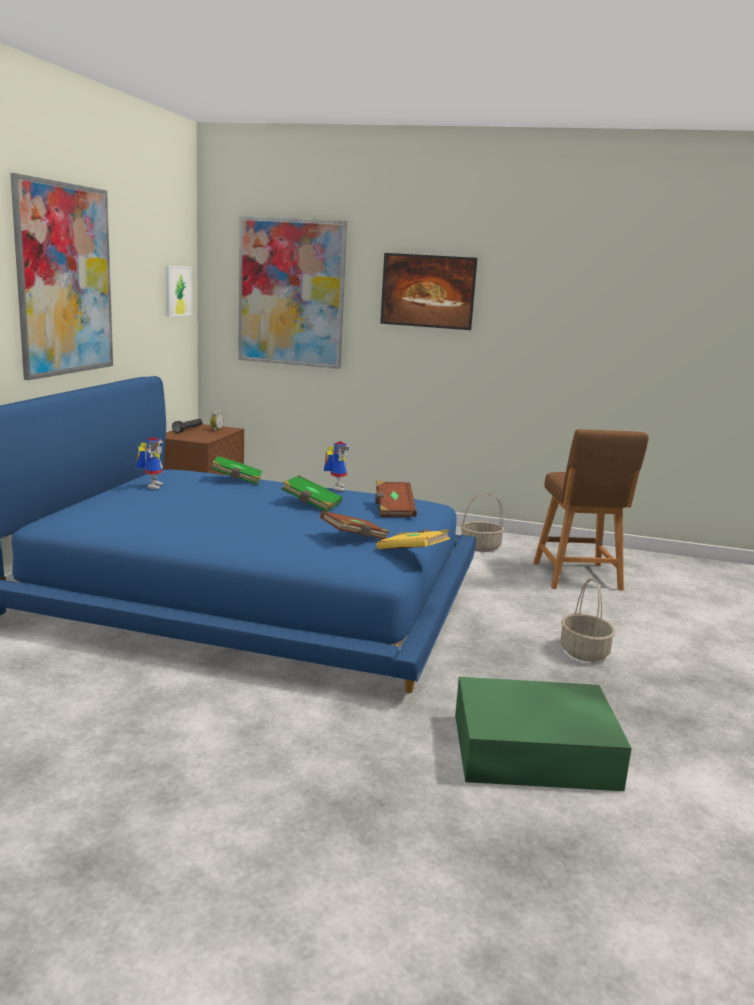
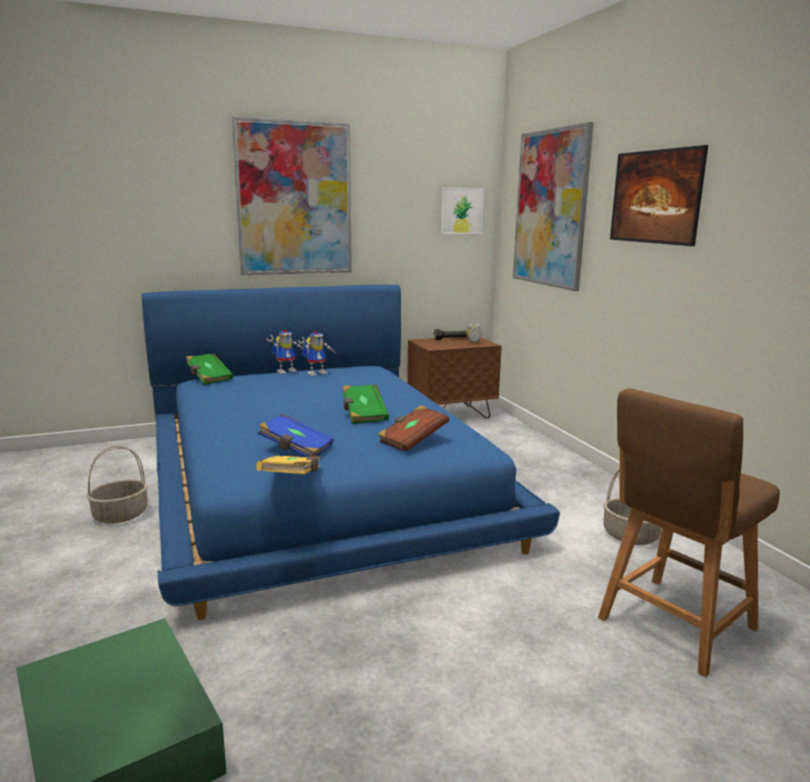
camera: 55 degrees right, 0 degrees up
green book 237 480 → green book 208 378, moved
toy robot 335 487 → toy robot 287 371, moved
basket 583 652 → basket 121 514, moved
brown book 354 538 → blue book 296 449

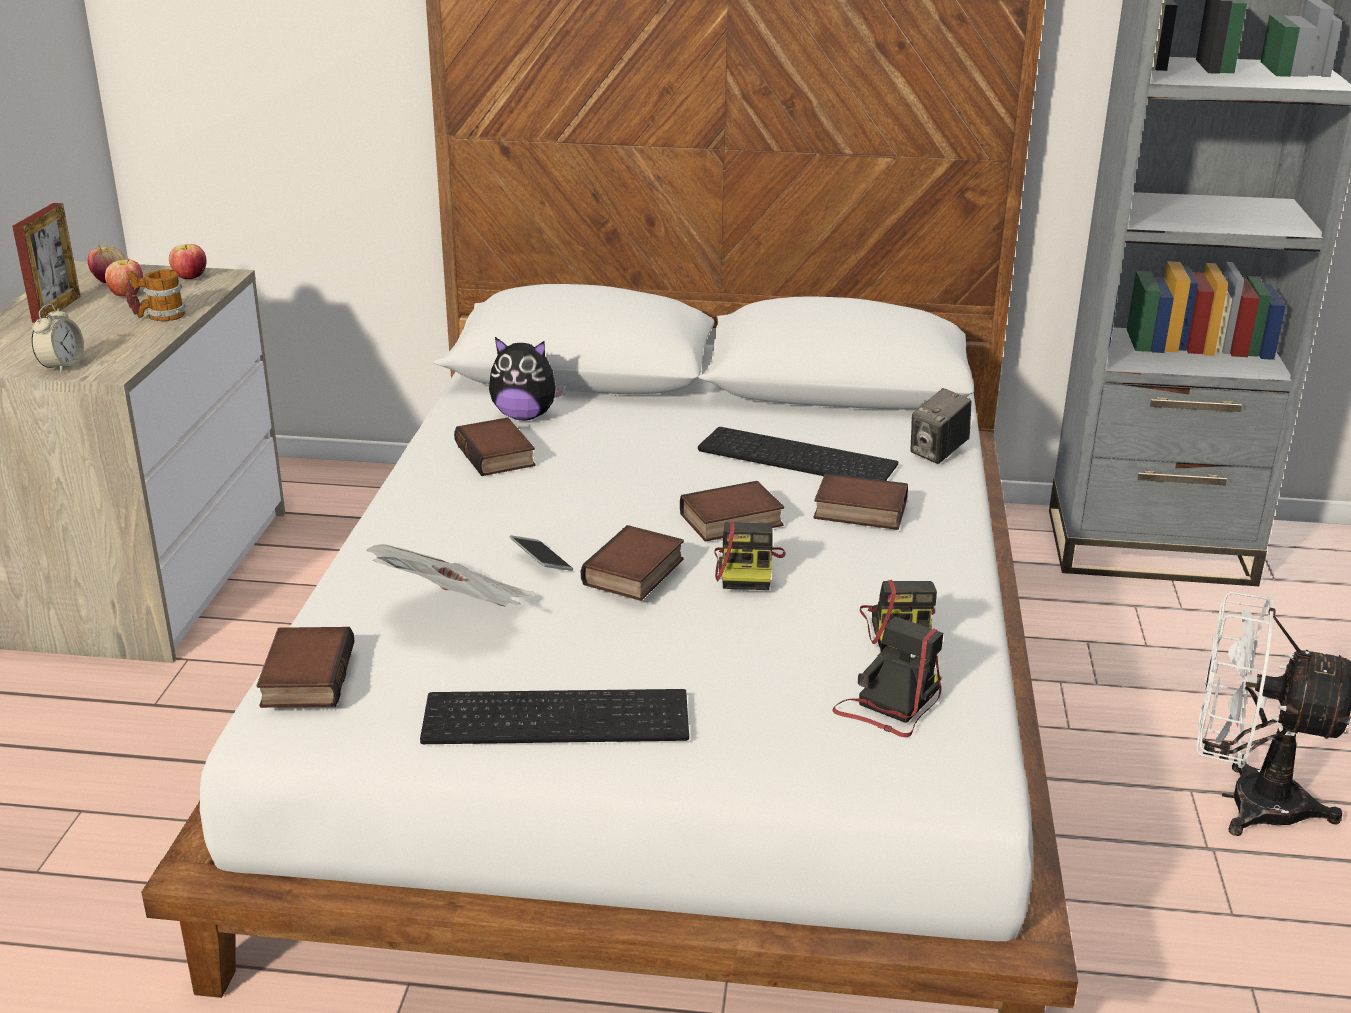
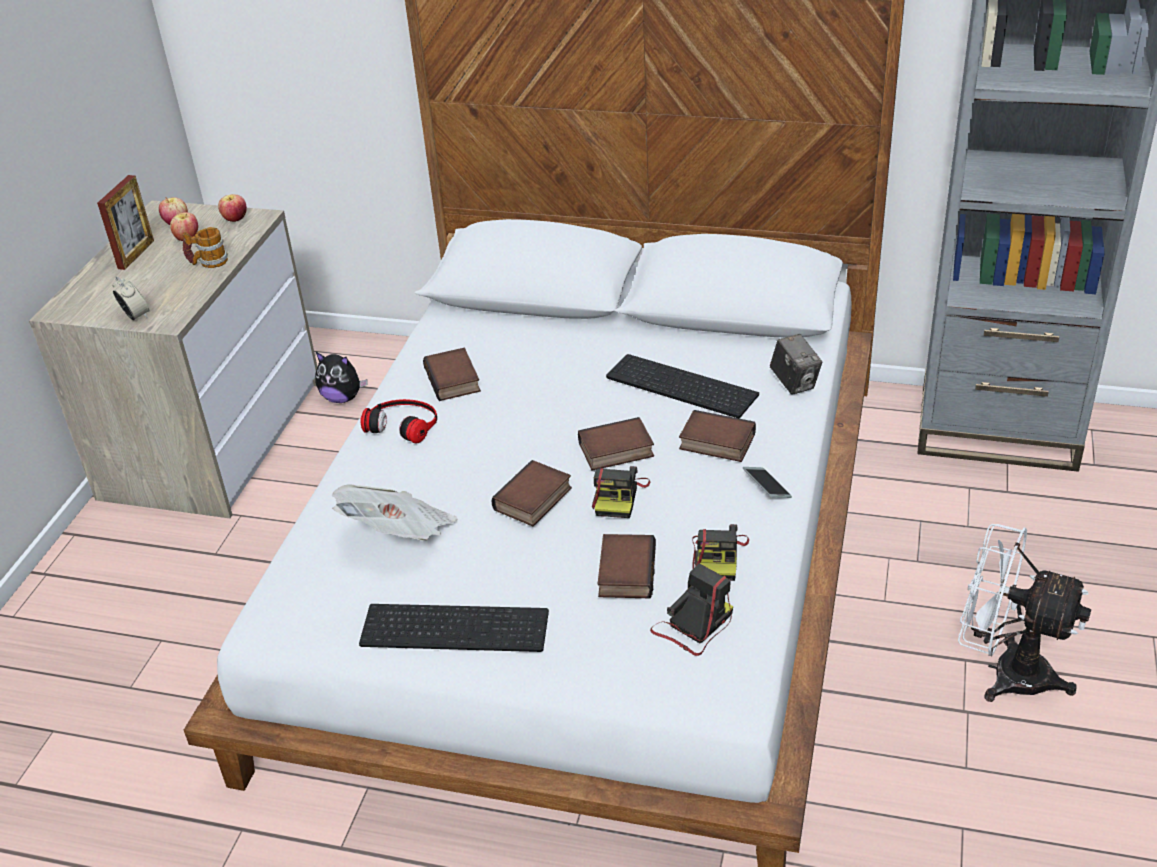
camera: 10 degrees right, 10 degrees up
- → headphones 403 423
book 305 676 → book 624 571, moved
plush toy 525 416 → plush toy 342 398, moved
phone 541 560 → phone 766 487, moved
alarm clock 62 367 → alarm clock 136 316, 60 degrees counterclockwise
photo camera 938 453 → photo camera 794 383, 75 degrees counterclockwise

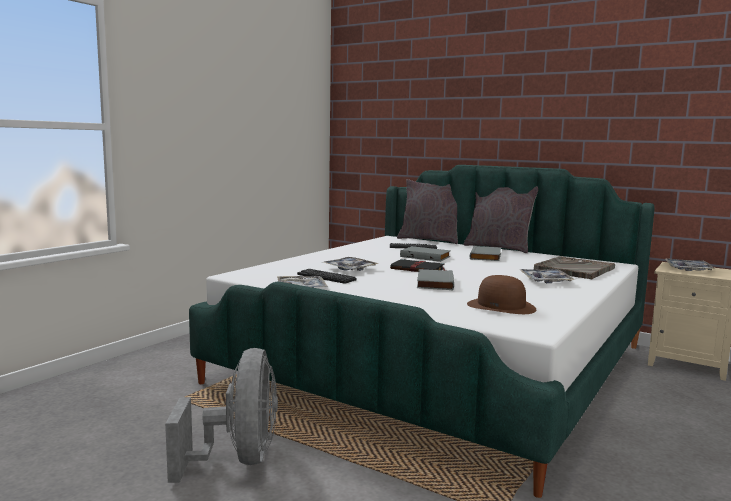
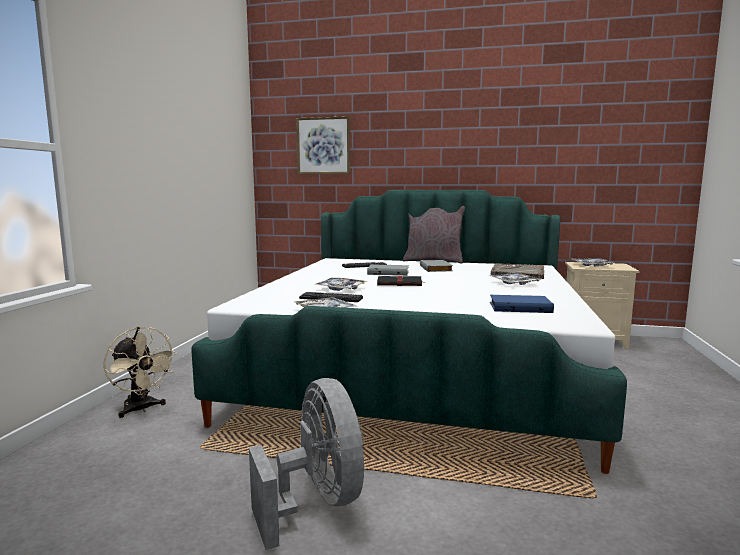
camera: 20 degrees left, 0 degrees up
grey pillow 430 240 → -
grey book 433 283 → -
- → beige fan 141 409
- → picture 323 146
brown hat 501 306 → blue book 520 307

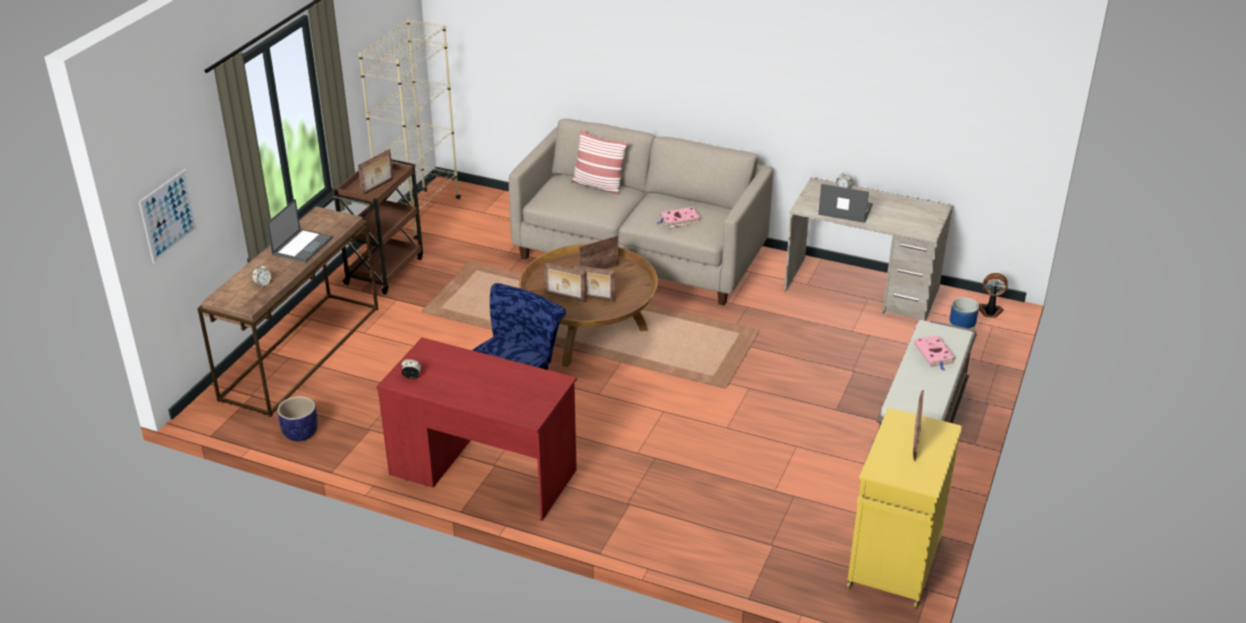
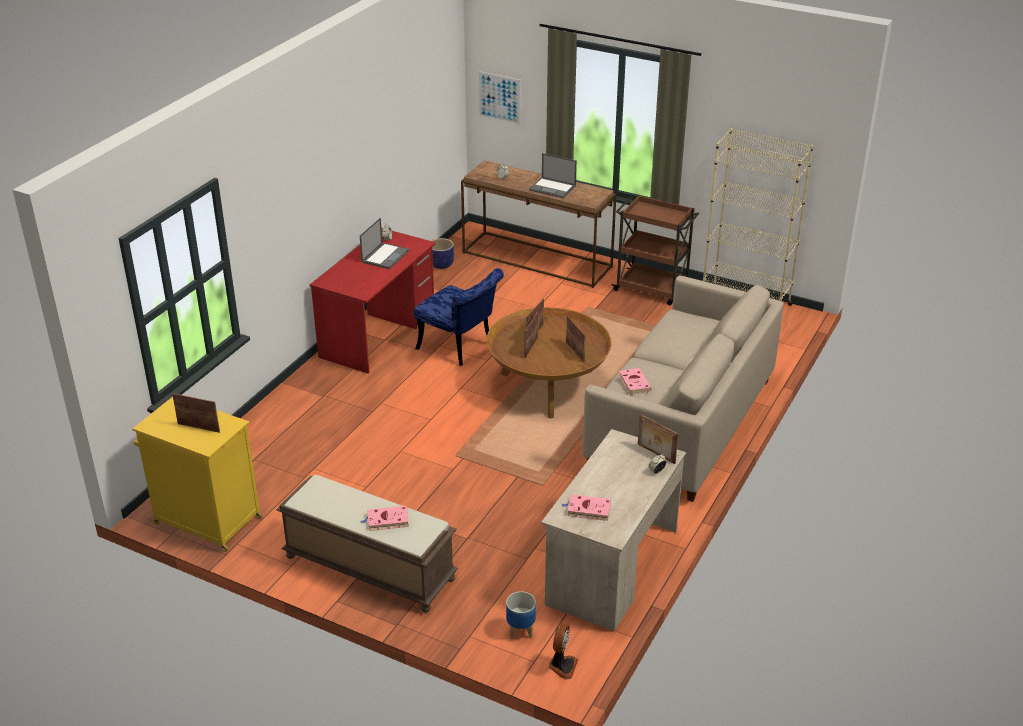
camera: 95 degrees right, 0 degrees up
pillow 598 185 → -
- → pink book 587 510
picture frame 378 187 → picture frame 655 454, moved
laptop 844 210 → laptop 385 256, moved

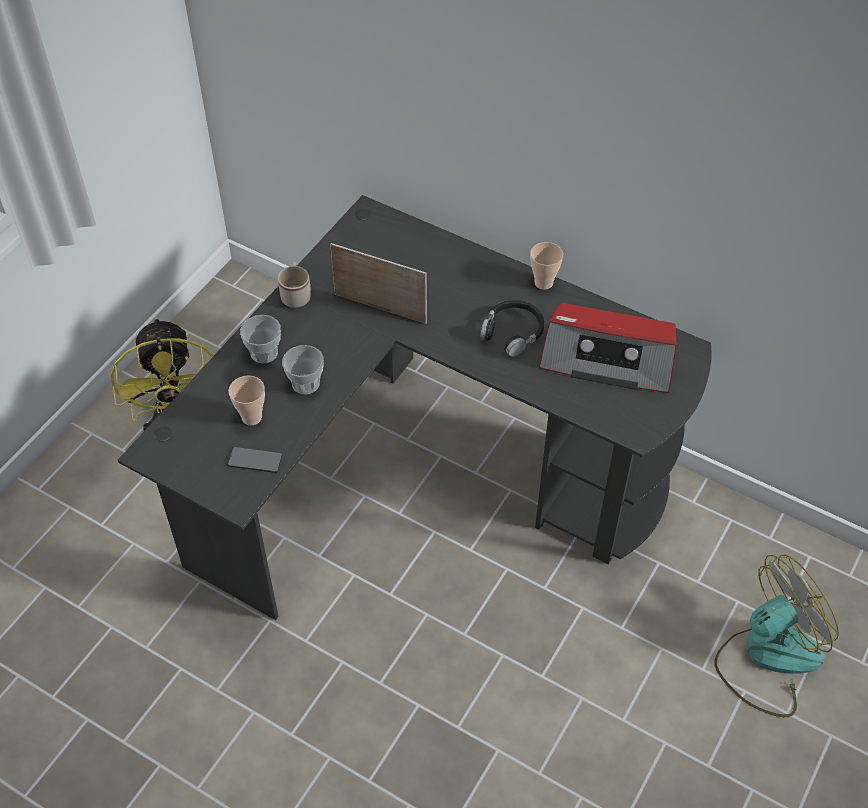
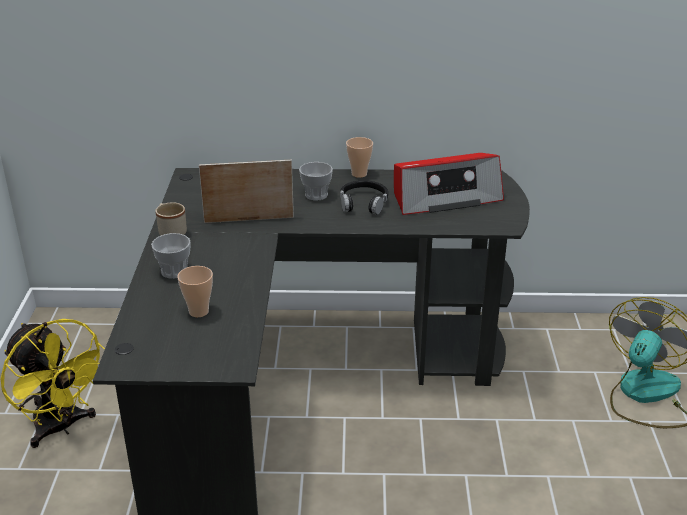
camera: 30 degrees left, 20 degrees down
phone 255 460 → -
cup 305 383 → cup 316 195, moved

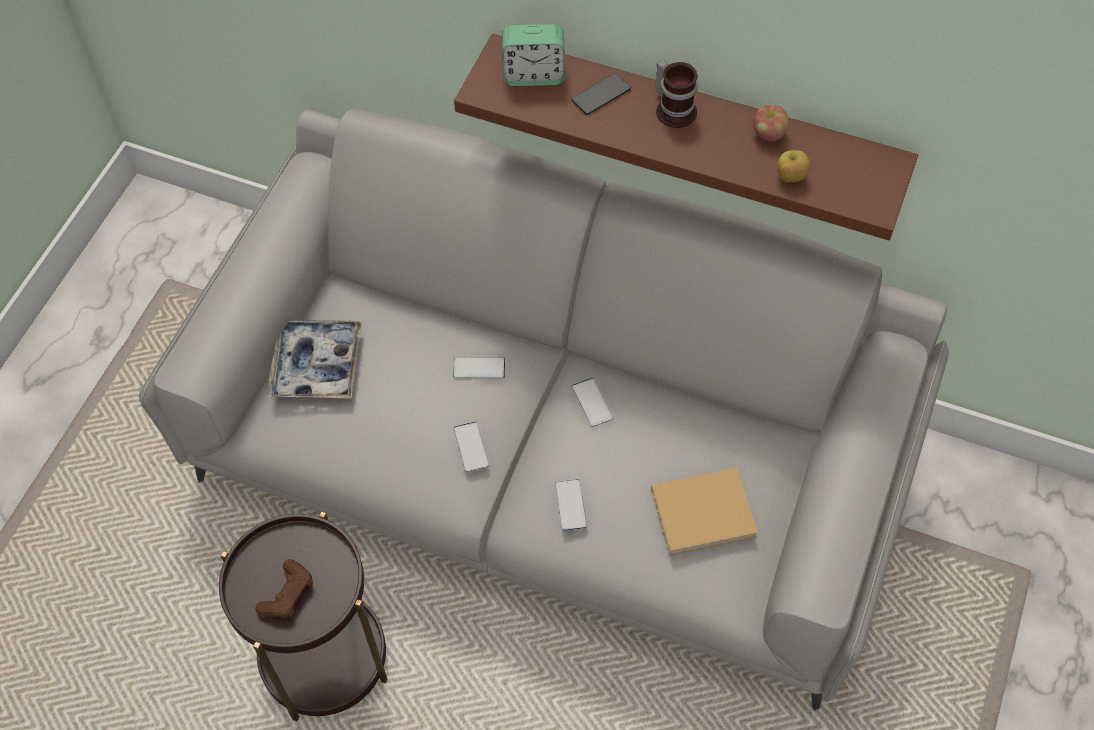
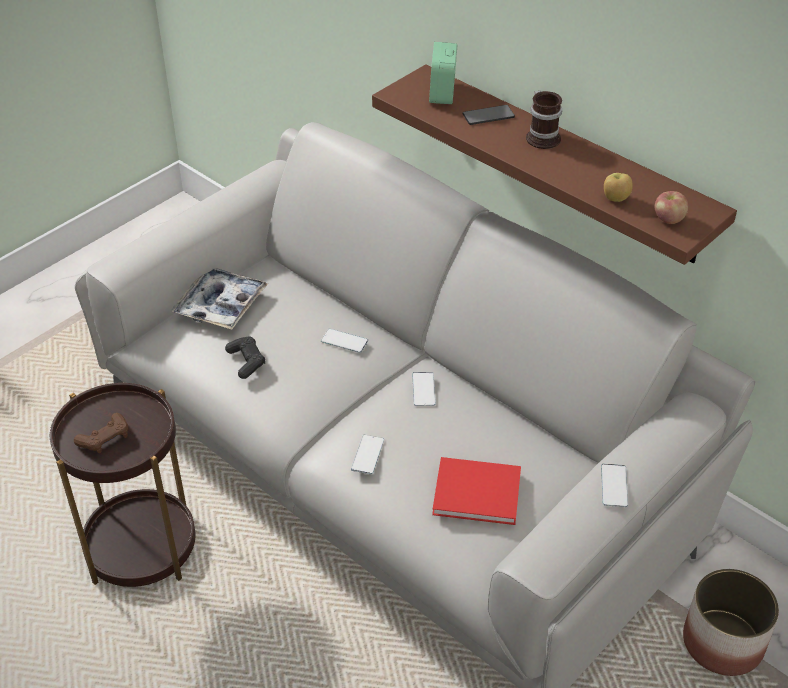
camera: 20 degrees right, 15 degrees down
- → black game controller 246 361
- → planter 723 643
phone 471 447 → phone 614 485, moved
apple 769 134 → apple 668 219, moved
beige book 706 512 → red book 480 493
alarm clock 534 75 → alarm clock 442 93, 75 degrees clockwise

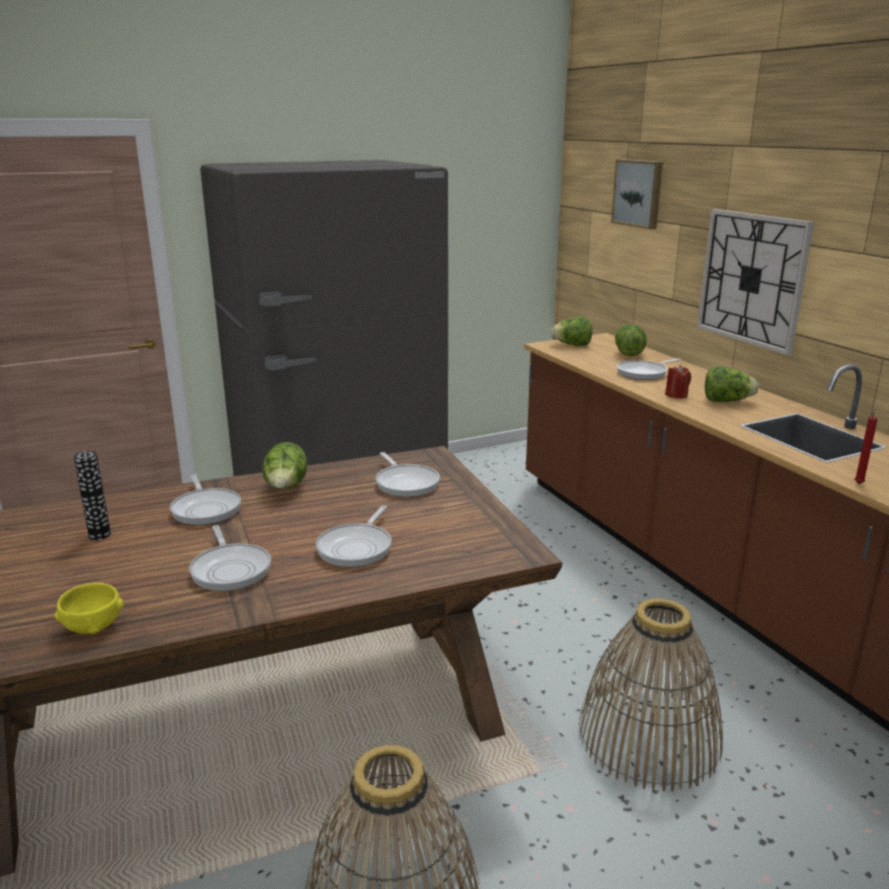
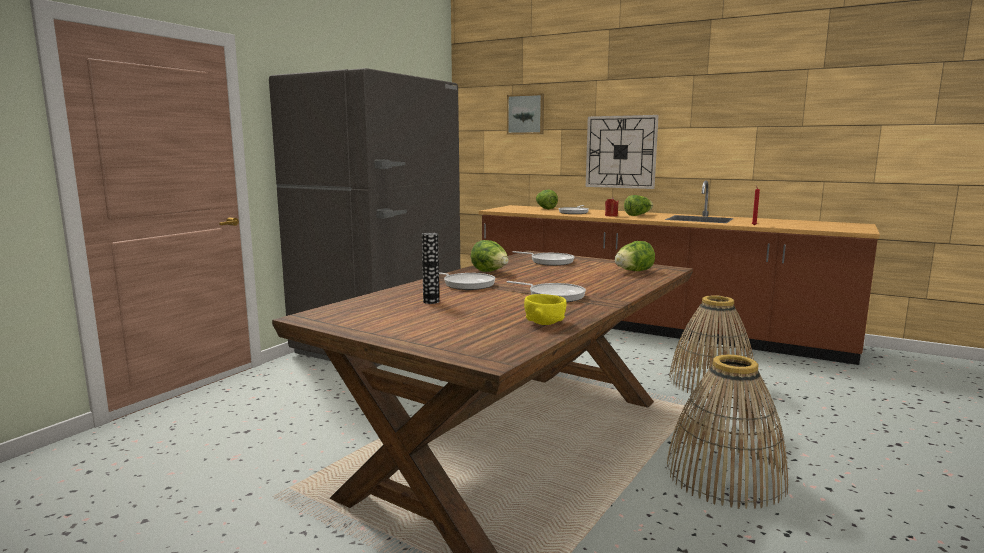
camera: 35 degrees left, 10 degrees down
frying pan 357 547 → -
lettuce 572 345 → lettuce 633 271, moved

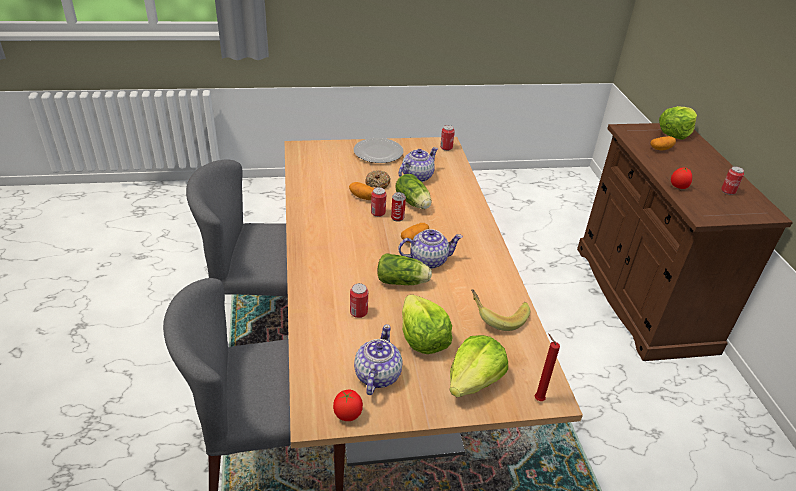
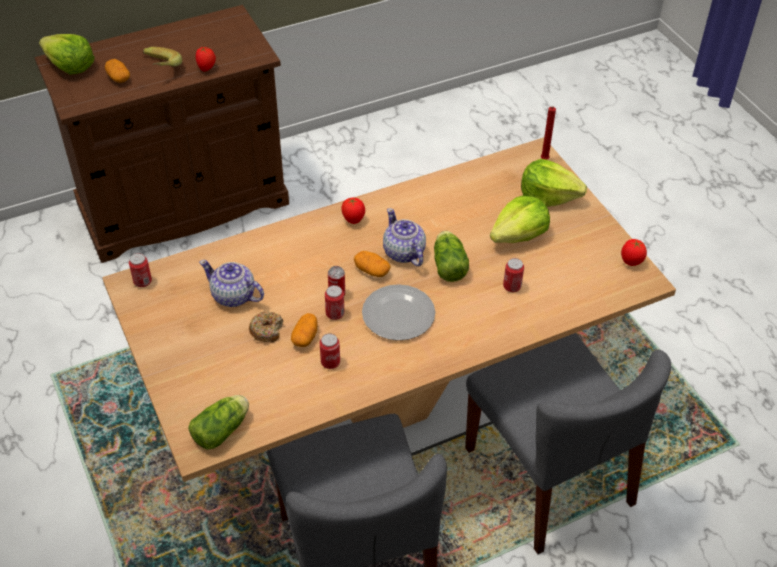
camera: 105 degrees left, 10 degrees up
teapot 377 376 → -
- → tomato 353 220
plate 378 153 → plate 399 315, moved
lettuce 414 203 → lettuce 223 429, moved
banana 497 316 → banana 159 69, moved
can 728 191 → can 330 362, moved

